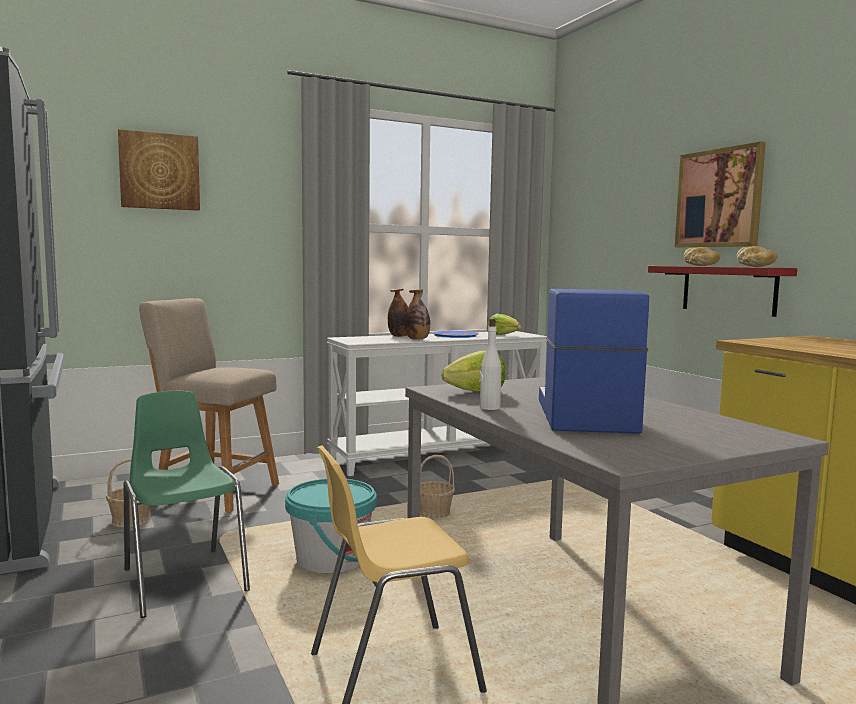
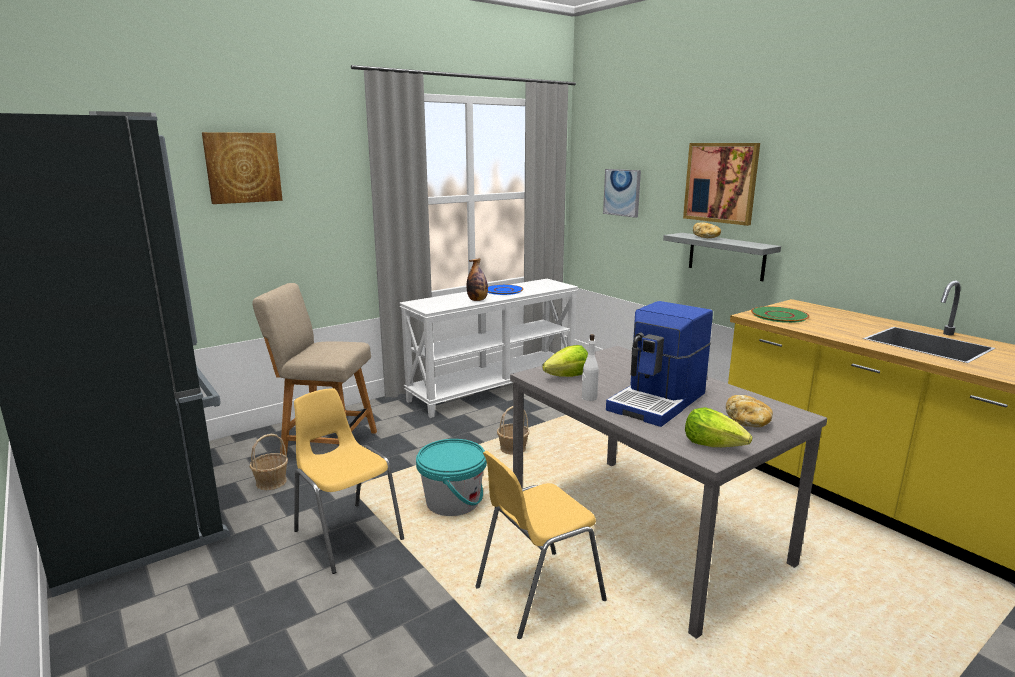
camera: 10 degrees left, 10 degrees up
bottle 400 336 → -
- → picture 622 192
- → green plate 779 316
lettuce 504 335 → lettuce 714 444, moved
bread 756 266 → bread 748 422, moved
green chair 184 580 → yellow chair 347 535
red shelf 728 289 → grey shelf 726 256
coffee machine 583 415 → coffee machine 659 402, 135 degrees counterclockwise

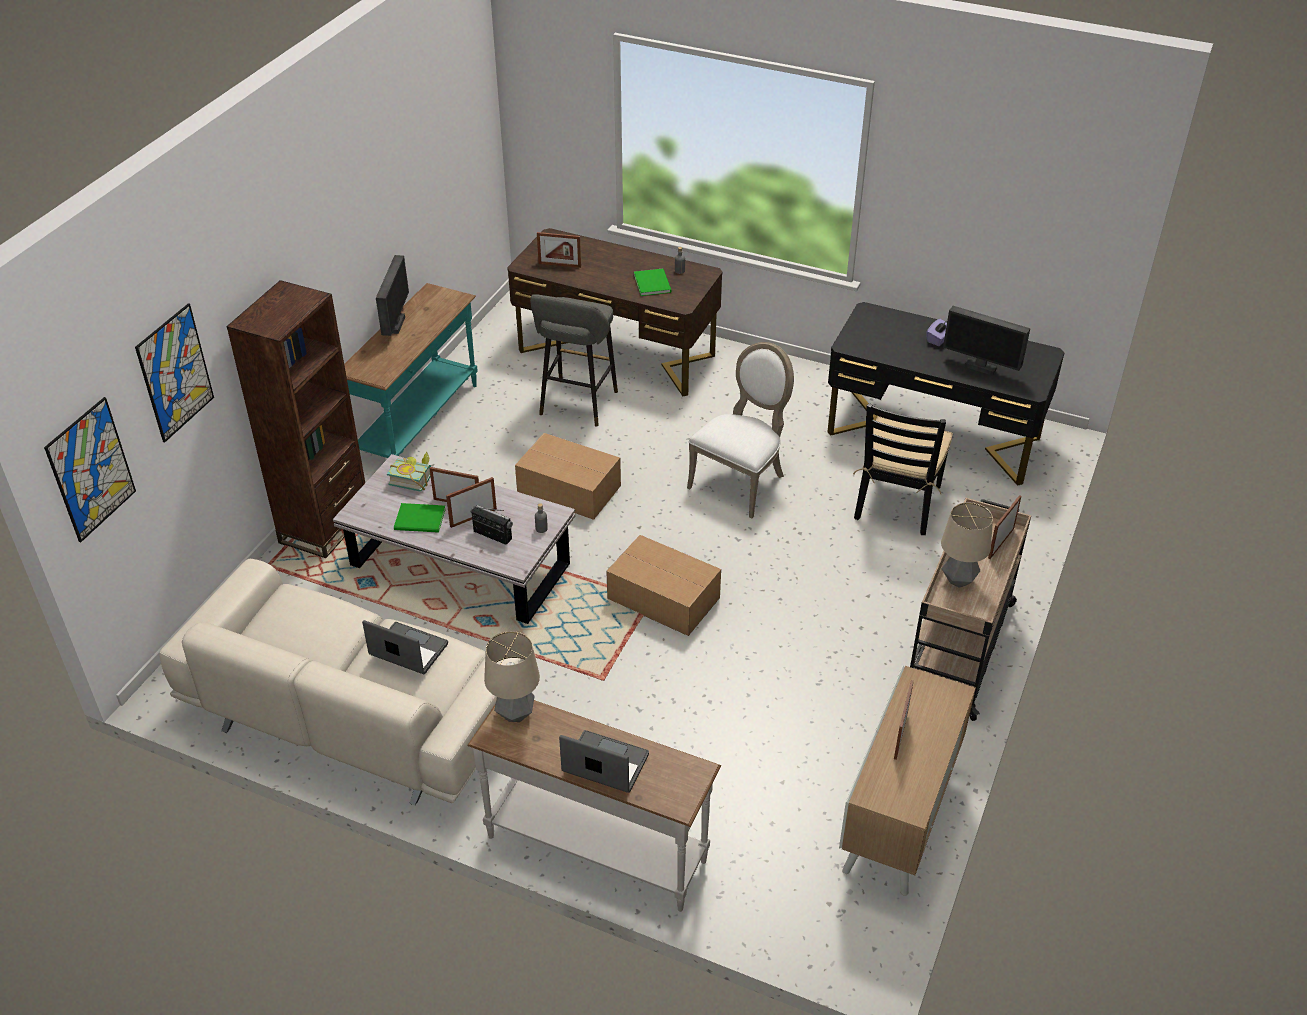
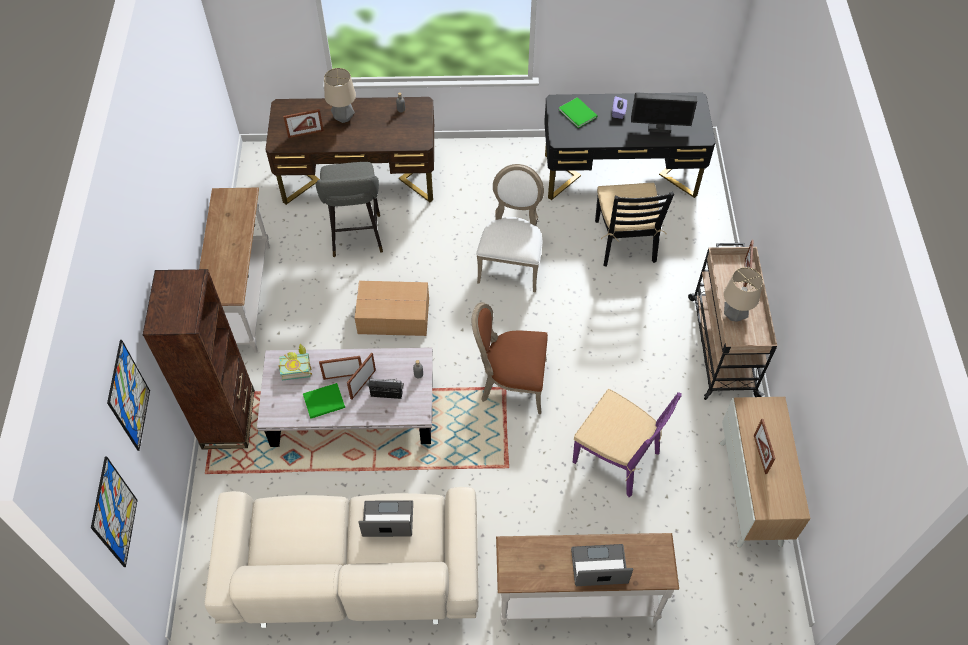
camera: 25 degrees left, 15 degrees up
monitor 396 325 → -
- → purple chair 617 457
table lamp 515 714 → table lamp 343 118, moved
green book 653 283 → green book 577 112, moved
cardboard box 662 597 → brown chair 511 383
turquoise console table 420 423 → white console table 246 298

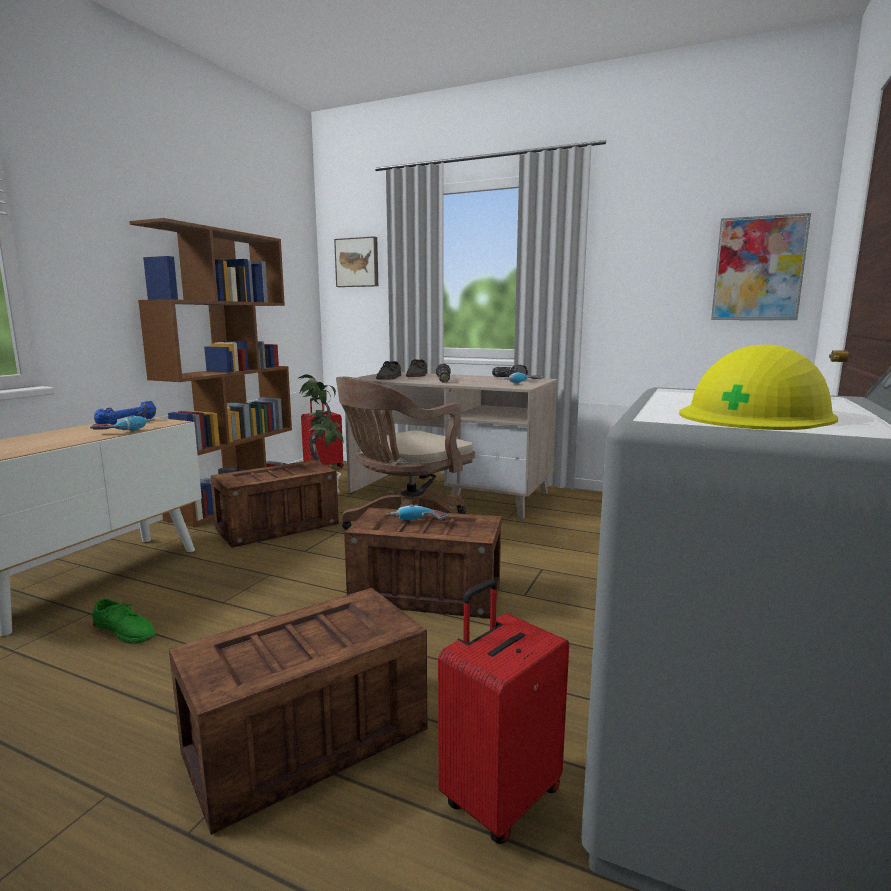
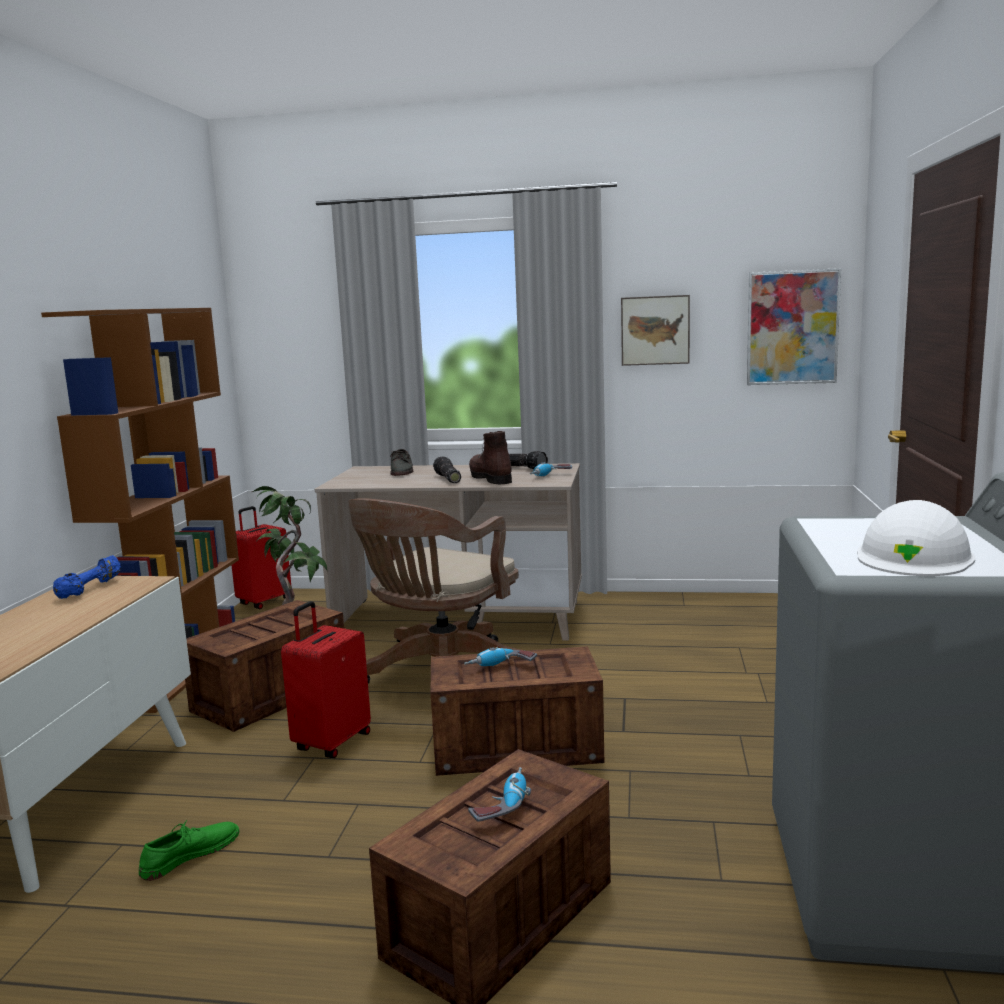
camera: 15 degrees left, 0 degrees up
grey shoe 389 378 → -
- → brown boot 490 478
power drill 124 431 → power drill 502 805, moved
picture 357 262 → picture 655 330, moved
red suitcase 499 797 → red suitcase 331 742, moved
yellow hard hat 755 415 → white hard hat 914 556
green shoe 125 630 → green shoe 190 854, 60 degrees counterclockwise

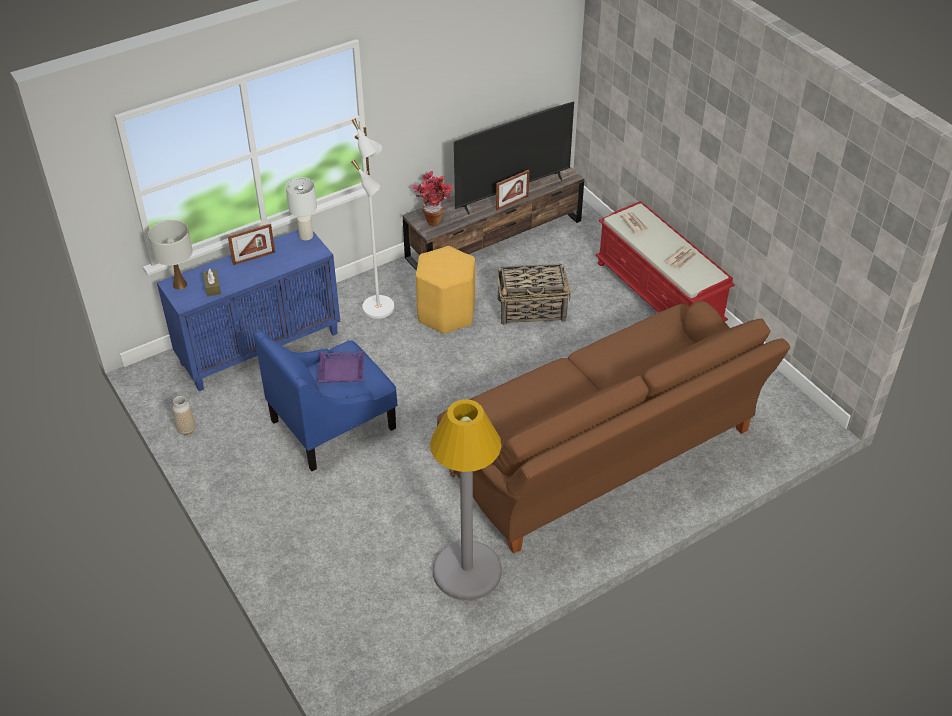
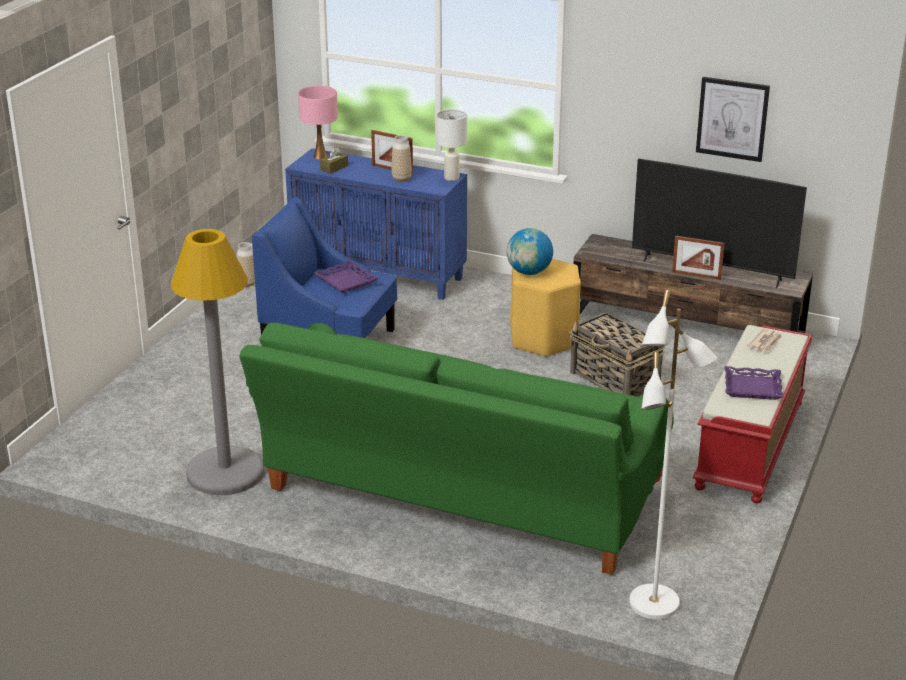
camera: 55 degrees right, 15 degrees down
potted plant 433 218 → -
- → vase 401 179
- → globe 529 272
- → picture 732 119
white floor lamp 379 308 → white floor lamp 655 604, moved
newspaper 681 258 → purple tray 752 387
white table lamp 180 284 → pink table lamp 320 156
brown sofa 603 456 → green sofa 459 495

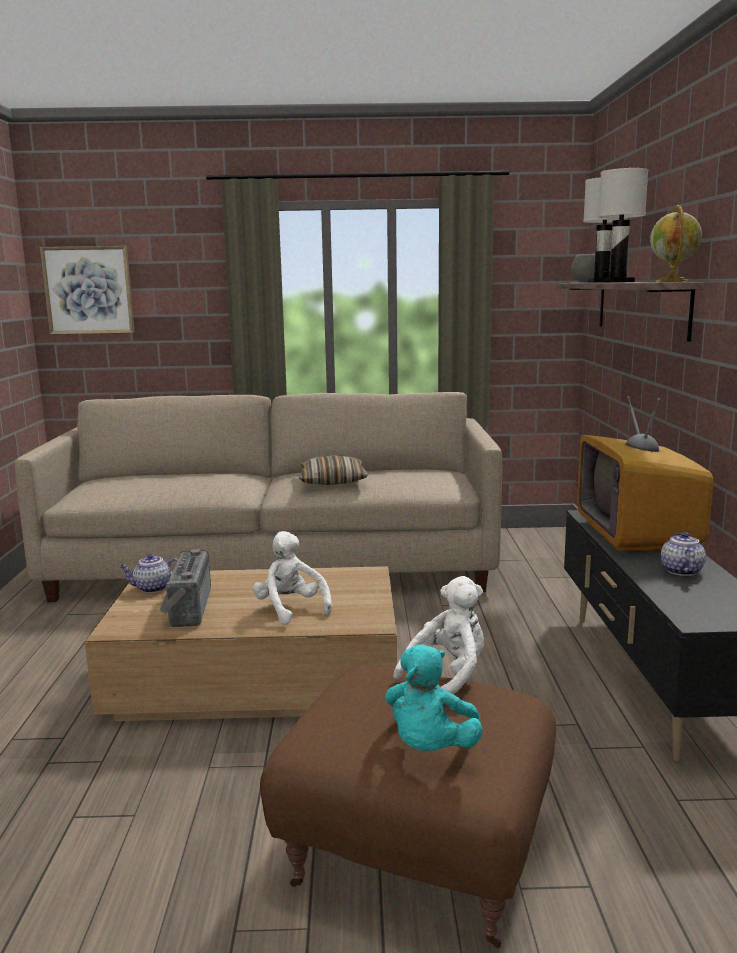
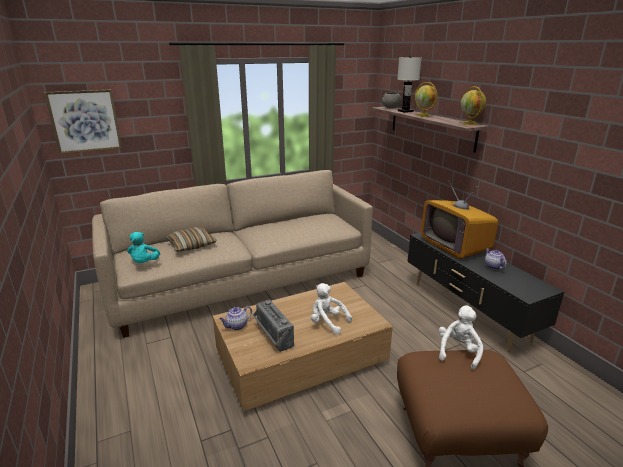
camera: 25 degrees left, 10 degrees up
pillow 332 481 → pillow 191 245, moved
turquoise plush toy 431 748 → turquoise plush toy 144 263, moved
white table lamp 618 282 → globe 424 115

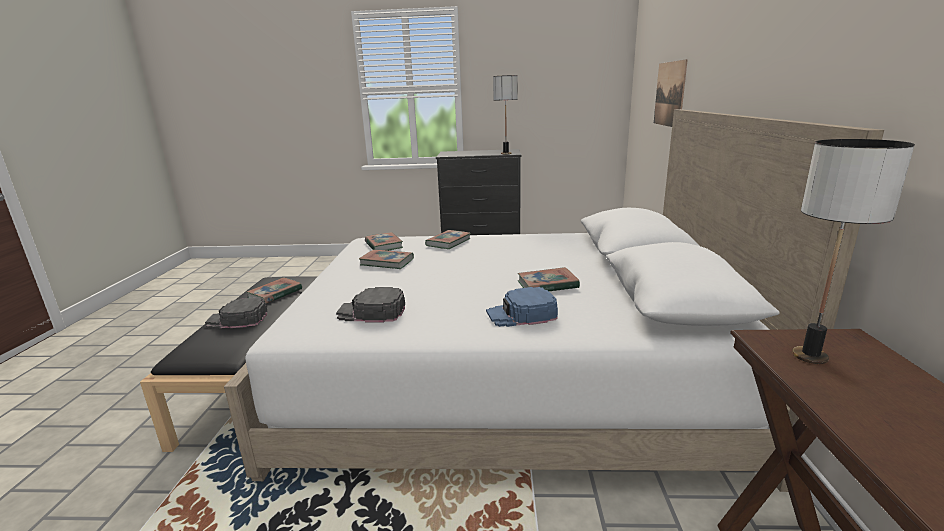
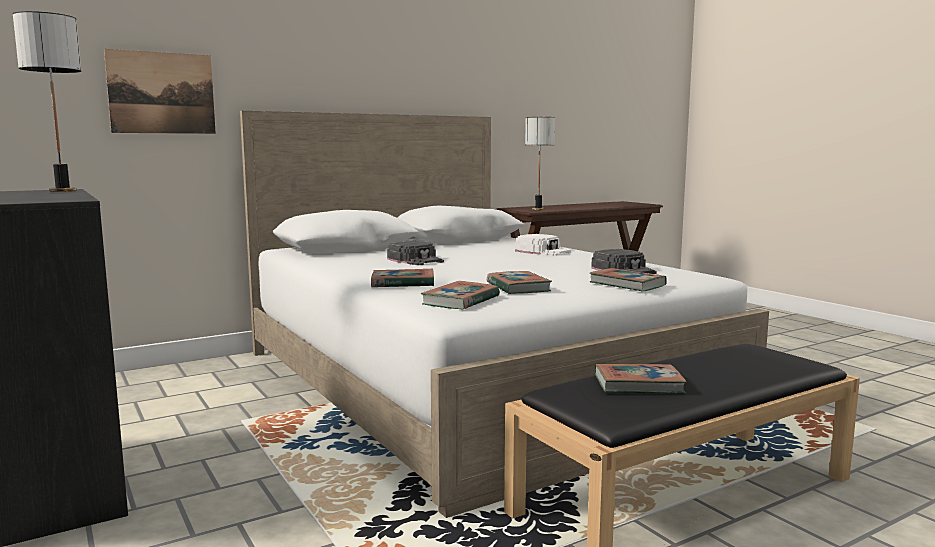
camera: 125 degrees left, 10 degrees down
black cap 237 319 → black cap 416 260, moved
book 547 285 → book 627 284, moved
blue cap 522 314 → white cap 543 251

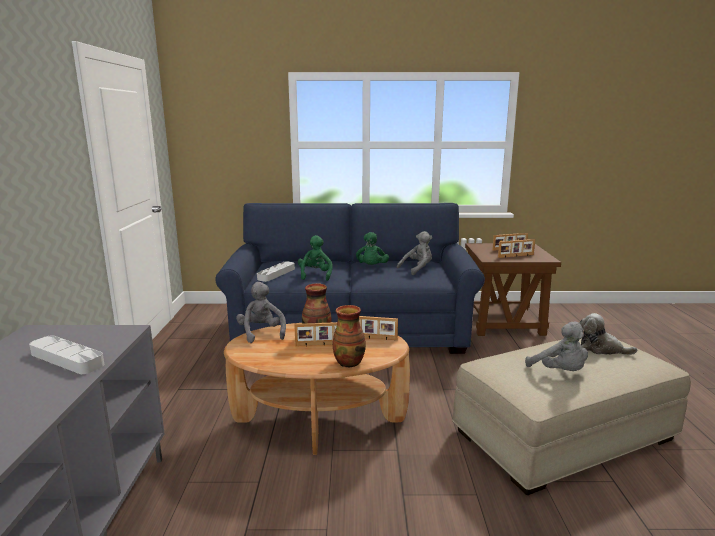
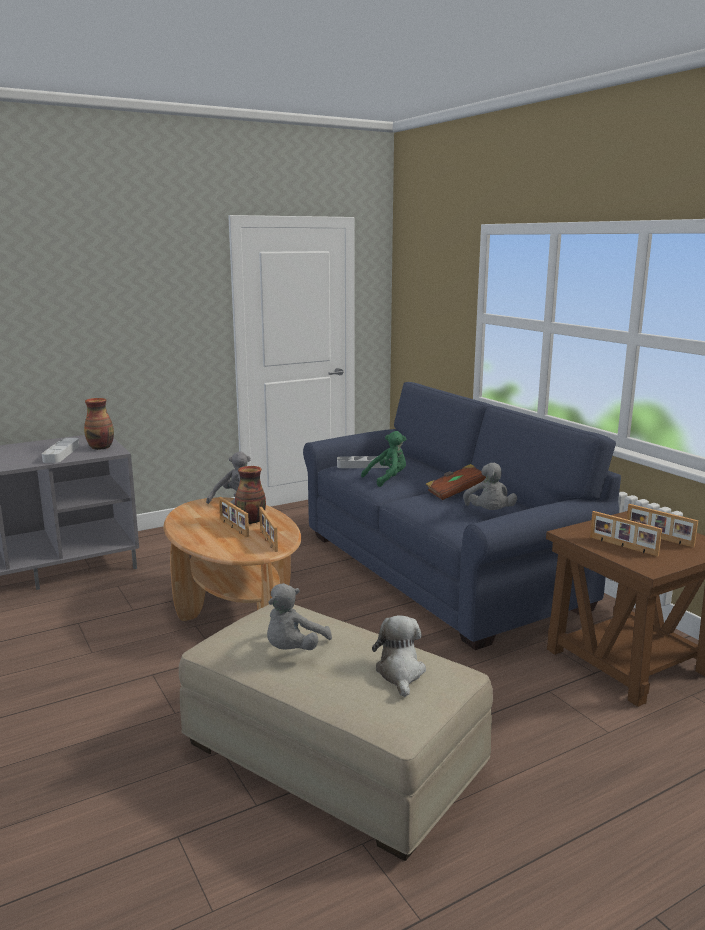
camera: 60 degrees right, 0 degrees up
vase 349 362 → vase 101 447, moved
green plush toy 371 267 → brown book 455 493
grey plush toy 417 269 → grey plush toy 489 513, 60 degrees clockwise

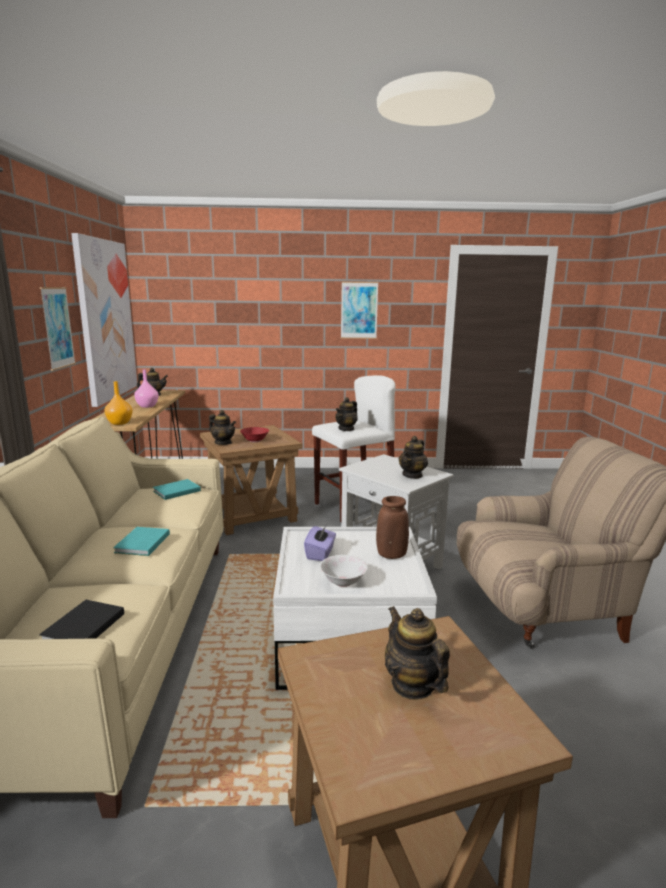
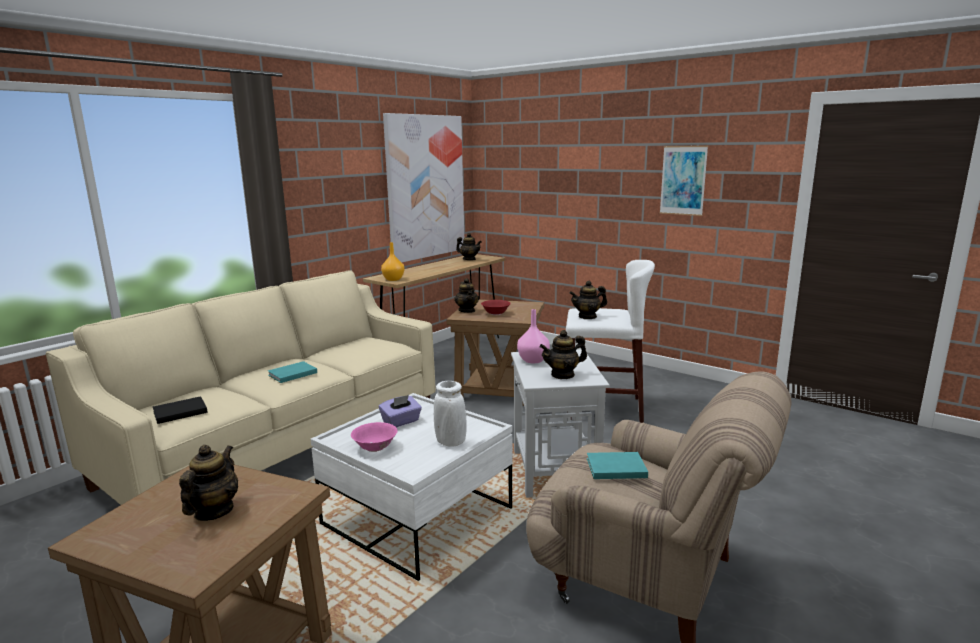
camera: 40 degrees right, 0 degrees up
picture 57 328 → -
pink vase 147 406 → pink vase 533 360, moved
turquoise book 175 491 → turquoise book 614 467, moved
white bowl 343 581 → pink bowl 375 447
brown vase 391 555 → white vase 450 442

